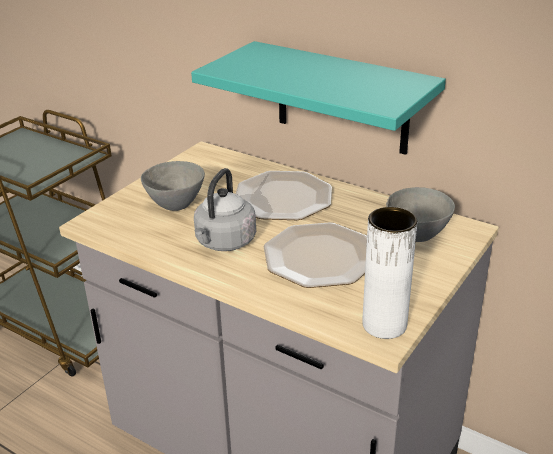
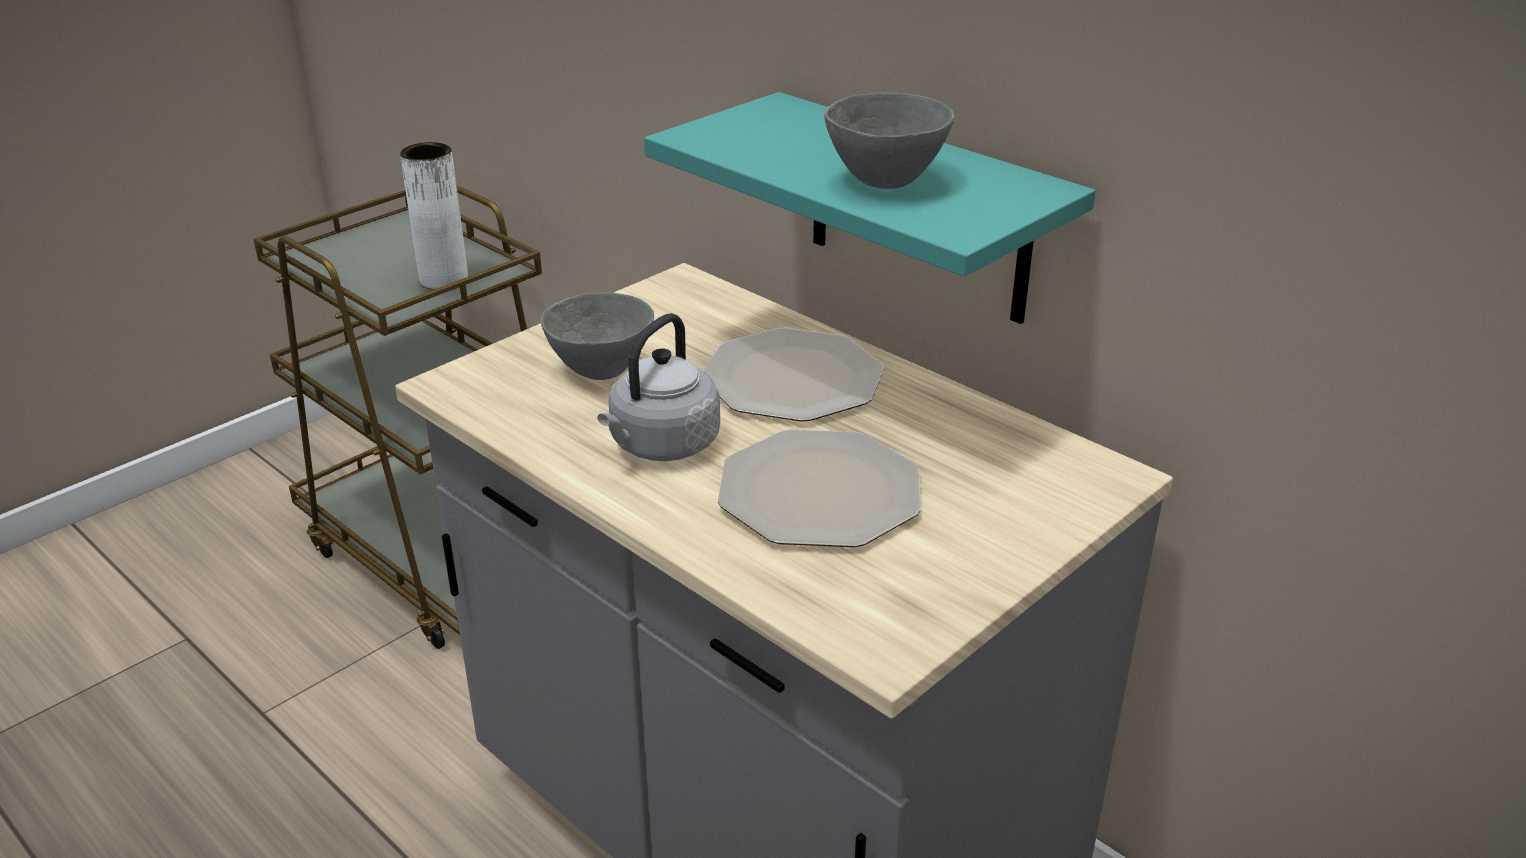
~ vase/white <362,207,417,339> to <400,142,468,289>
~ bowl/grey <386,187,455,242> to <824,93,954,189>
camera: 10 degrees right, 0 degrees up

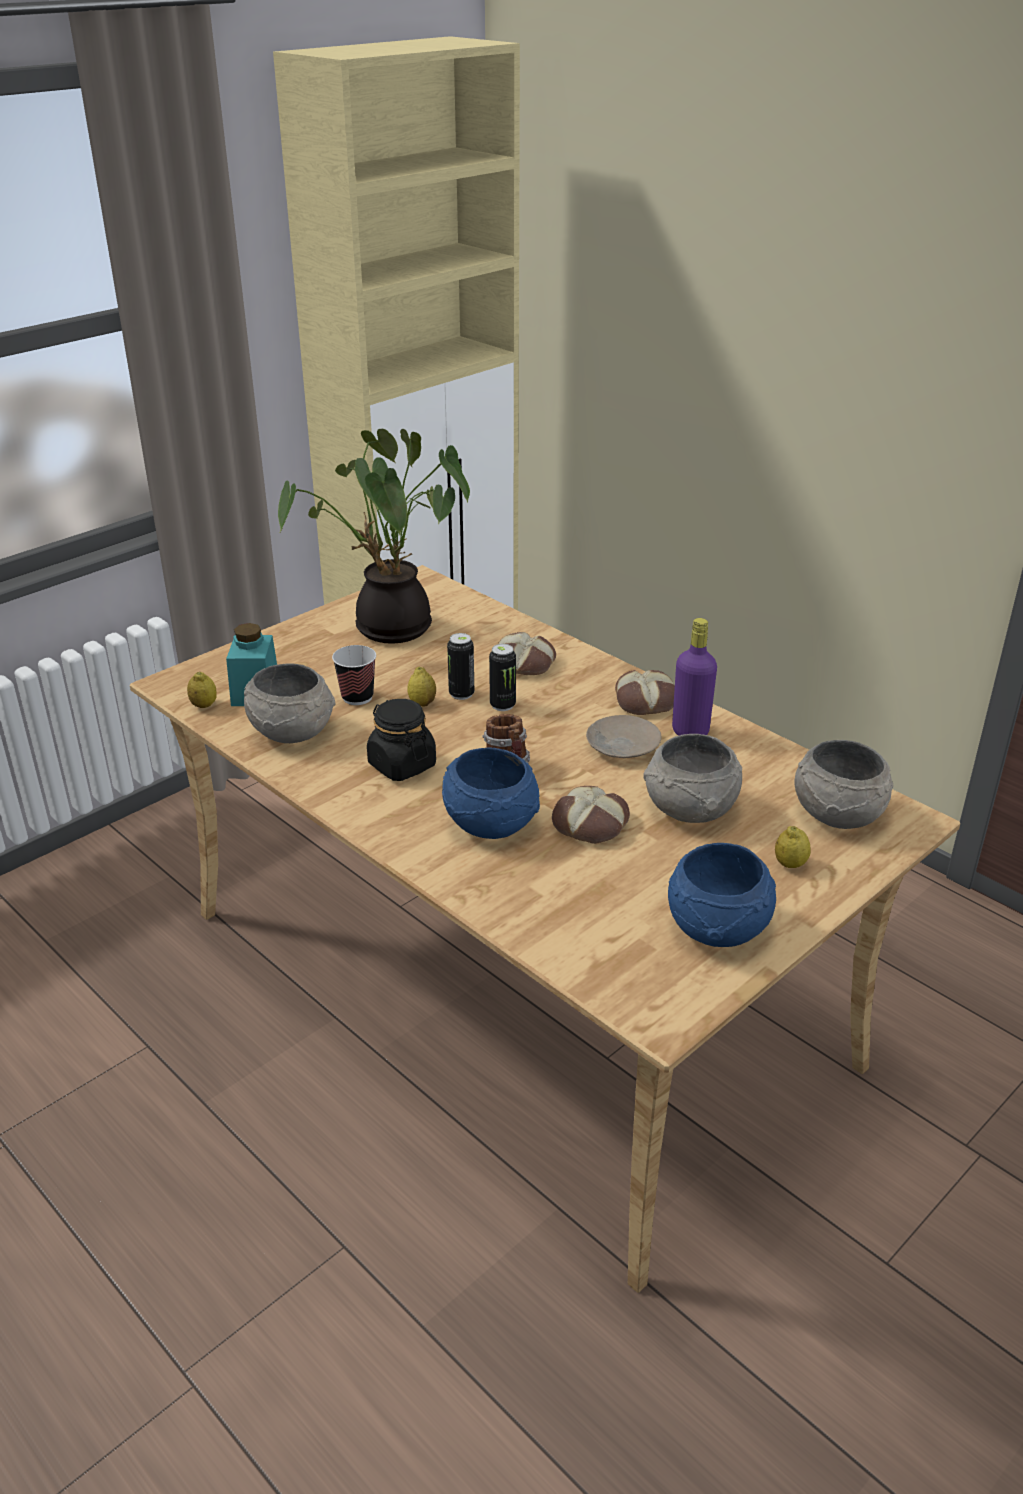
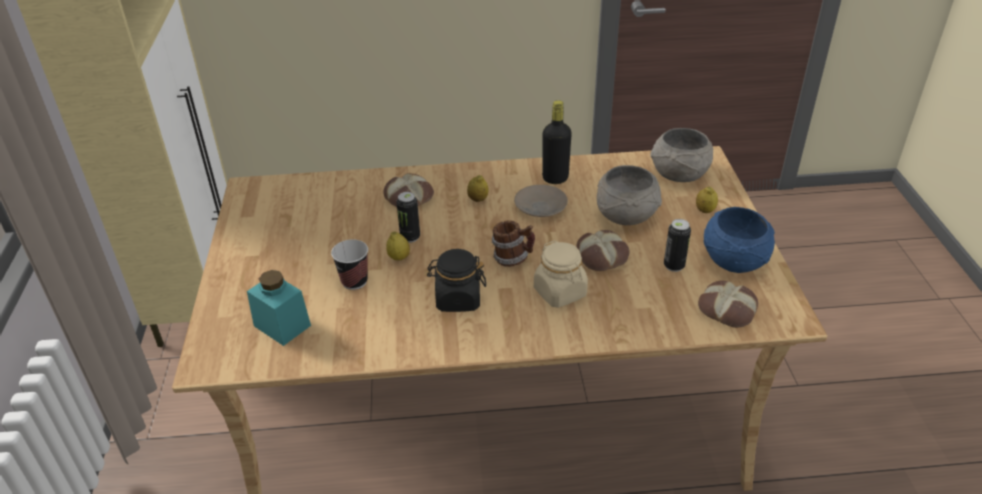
- bowl/grey <244,664,336,743>
- potted plant <278,429,470,644>
~ lemon <187,672,217,708> to <467,175,489,202>
~ can <489,644,516,711> to <664,219,691,272>
~ bread <615,670,675,715> to <698,281,758,328>
~ bowl/blue <442,747,540,839> to jar/beige <534,240,588,308>
~ bottle/purple <672,618,717,736> to bottle/black <542,100,572,184>
camera: 50 degrees left, 5 degrees up

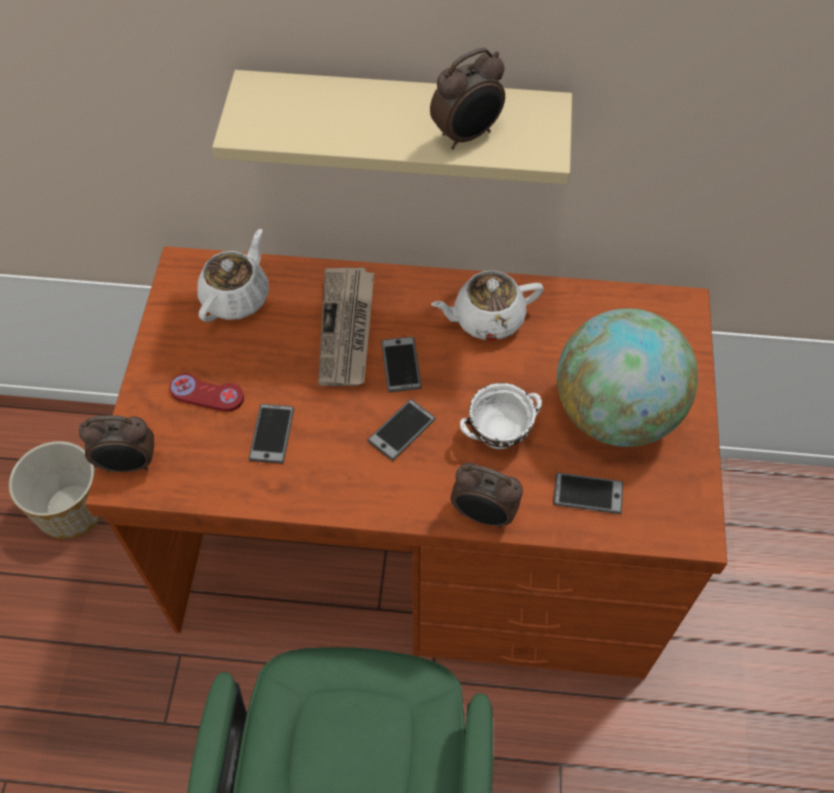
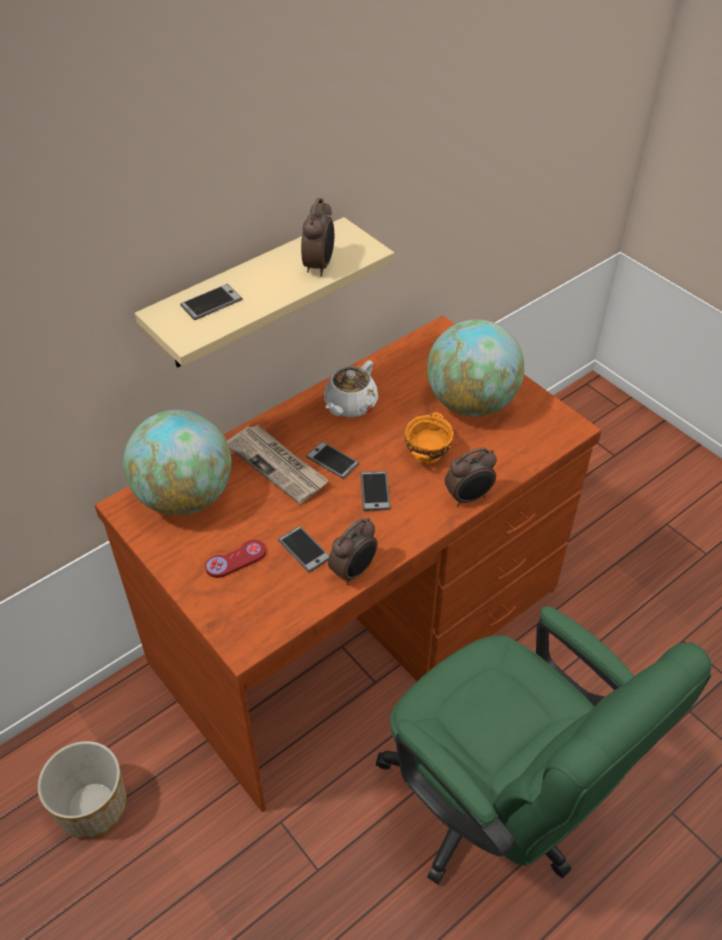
~ alarm clock <79,415,154,472> to <328,518,377,585>
~ phone <553,473,623,514> to <180,284,243,320>
~ teapot/white <197,229,269,322> to globe <123,410,231,516>
~ bowl/white <460,383,542,449> to bowl/orange <405,412,454,464>
camera: 45 degrees left, 10 degrees down

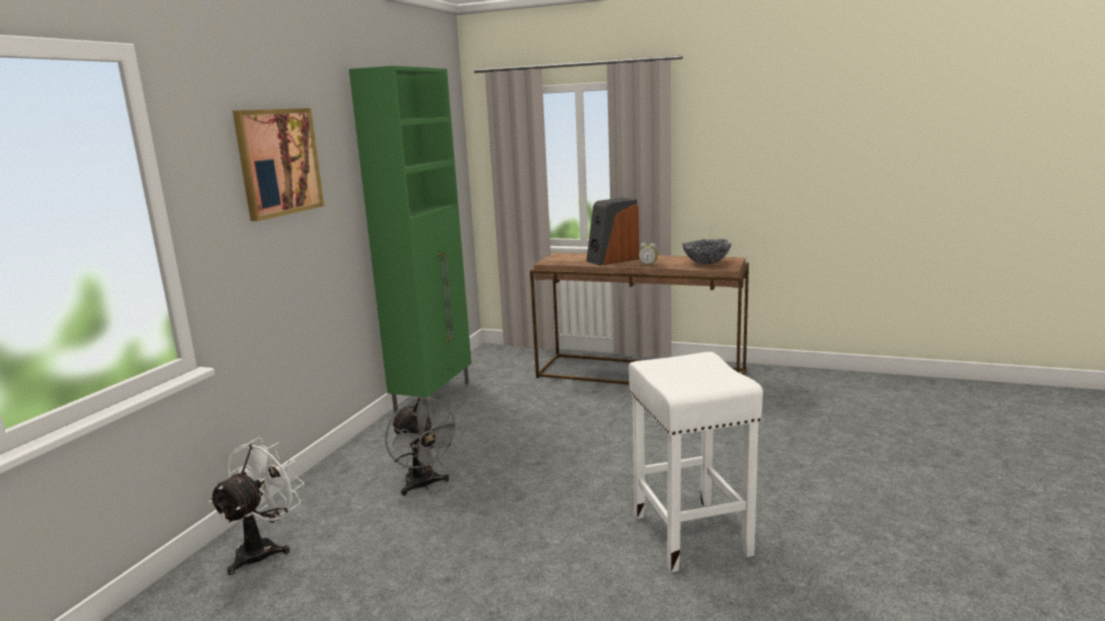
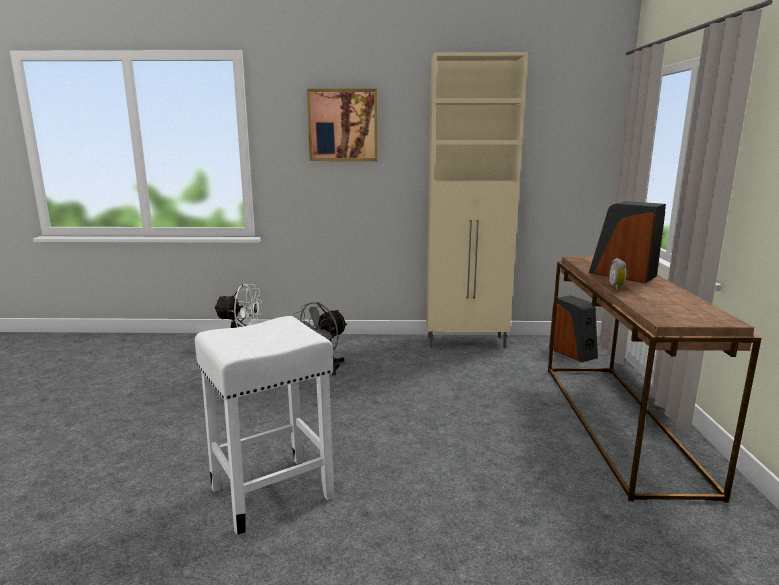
- bowl <683,239,731,264>
+ speaker <549,295,598,362>
~ cabinet/green <349,66,472,416> to cabinet/beige <426,52,528,348>
camera: 70 degrees right, 0 degrees up

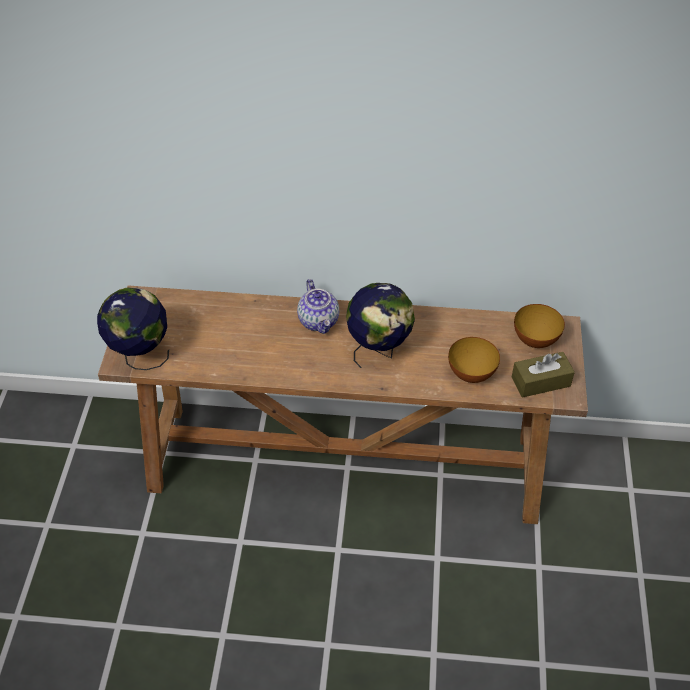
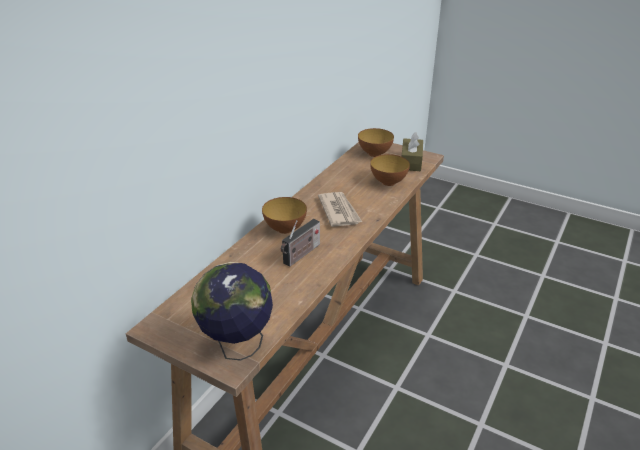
+ radio <281,219,320,267>
~ teapot <297,279,339,334> to bowl <262,197,307,234>
~ globe <346,283,415,368> to newspaper <318,192,362,227>
camera: 65 degrees left, 15 degrees down

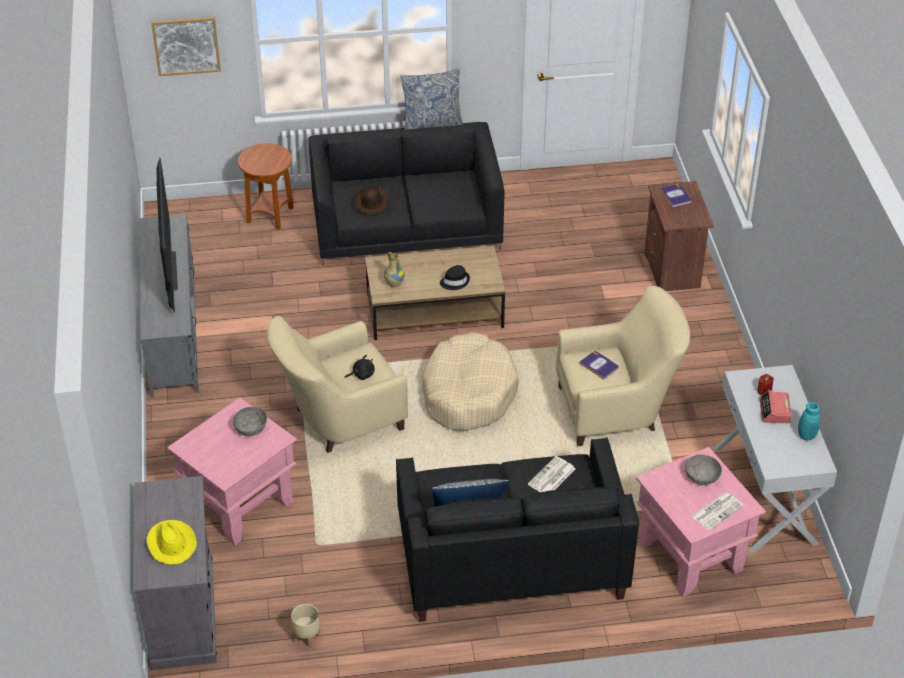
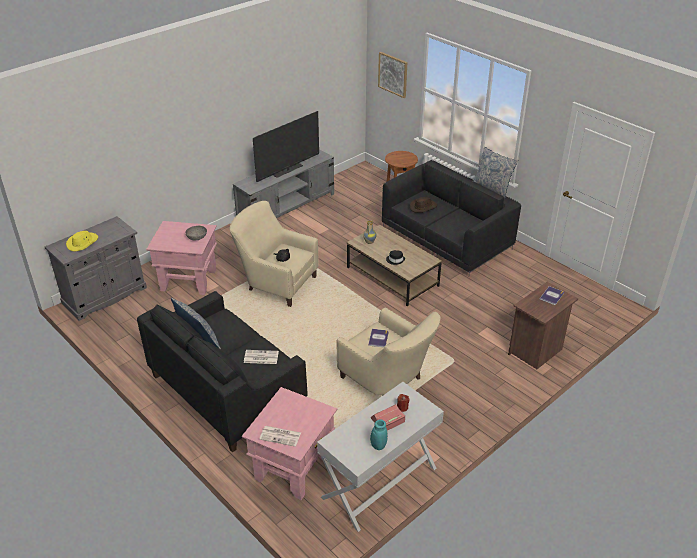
- planter/beige <291,604,321,649>
- dog bed/beige <422,332,519,431>
- bowl/grey <685,454,722,485>
camera: 55 degrees right, 5 degrees down

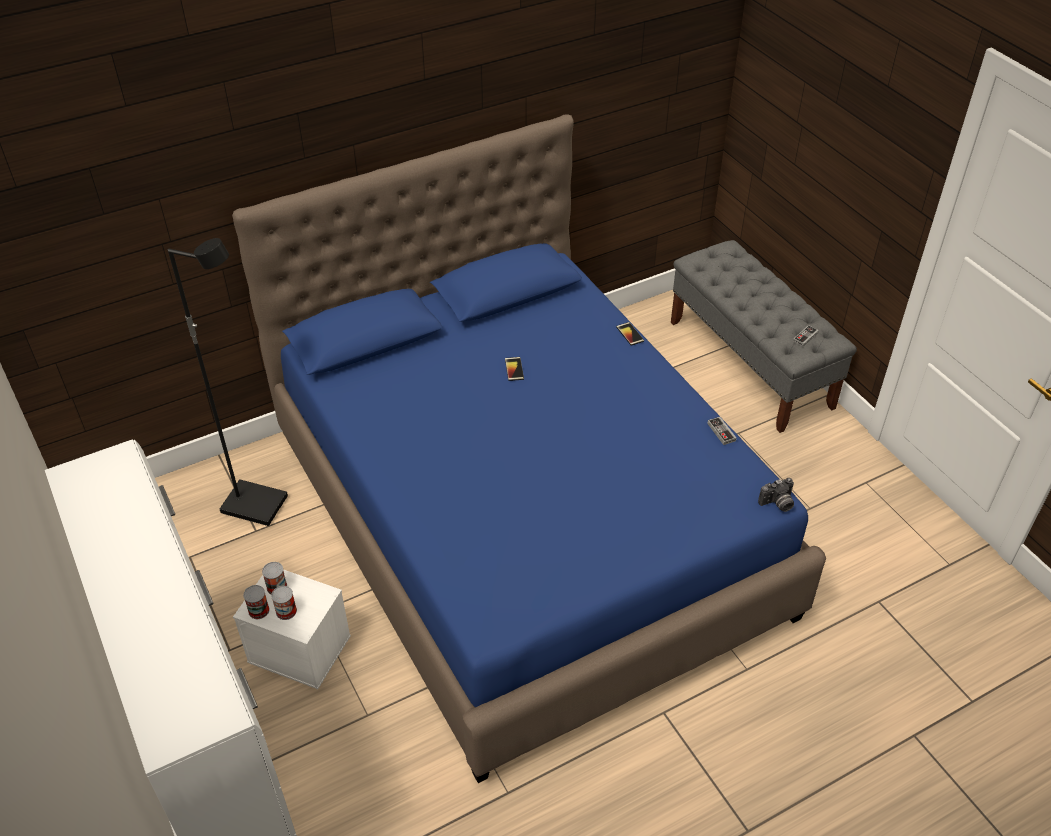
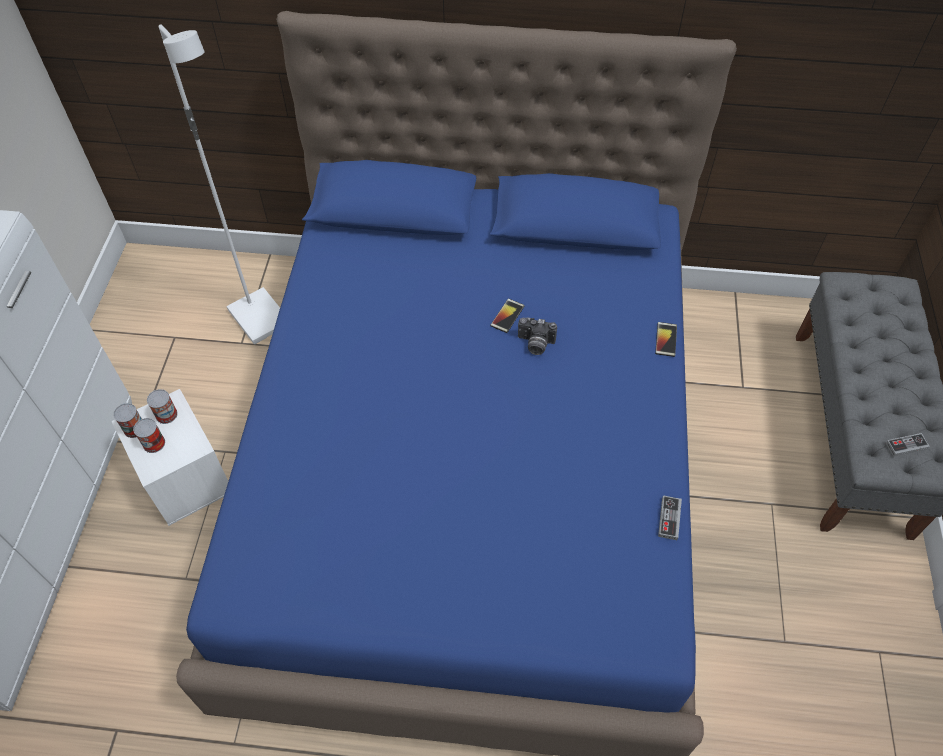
~ photo camera <758,478,794,512> to <518,318,557,355>
~ floor lamp/black <168,238,288,526> to floor lamp/white <159,24,280,344>
camera: 35 degrees right, 10 degrees up

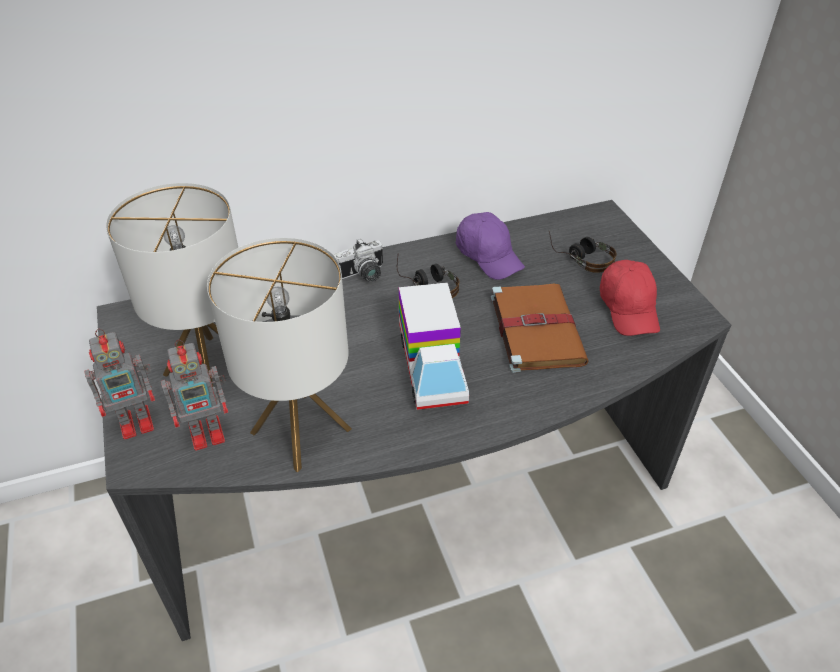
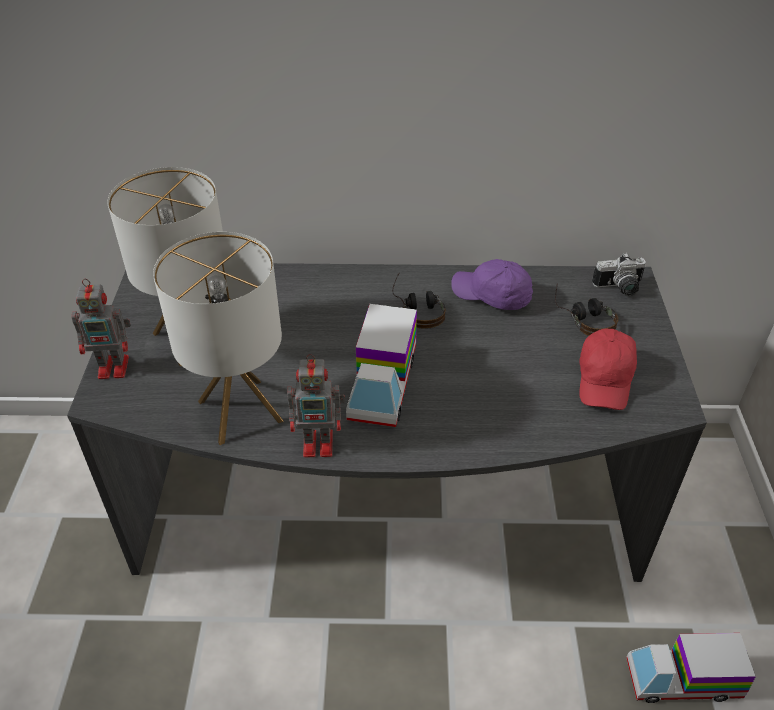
- book/brown <491,284,589,373>
+ toy truck <626,633,756,703>
~ toy robot <161,340,228,451> to <287,354,345,458>
~ photo camera <334,238,383,282> to <592,253,646,296>
~ cap/purple <456,212,525,280> = <451,259,533,310> 135 degrees clockwise
camera: 20 degrees right, 0 degrees up

